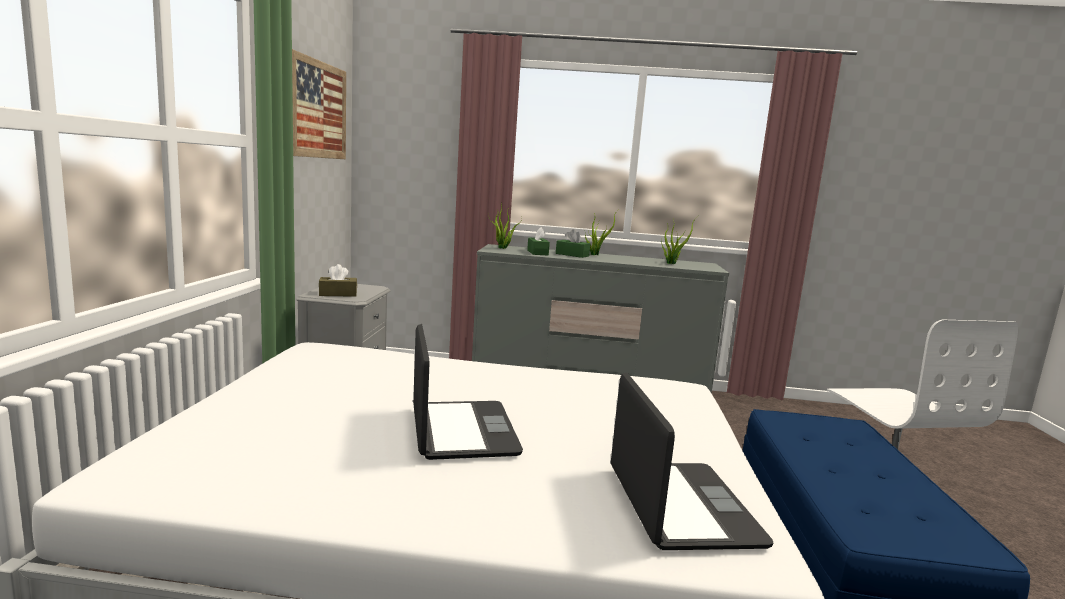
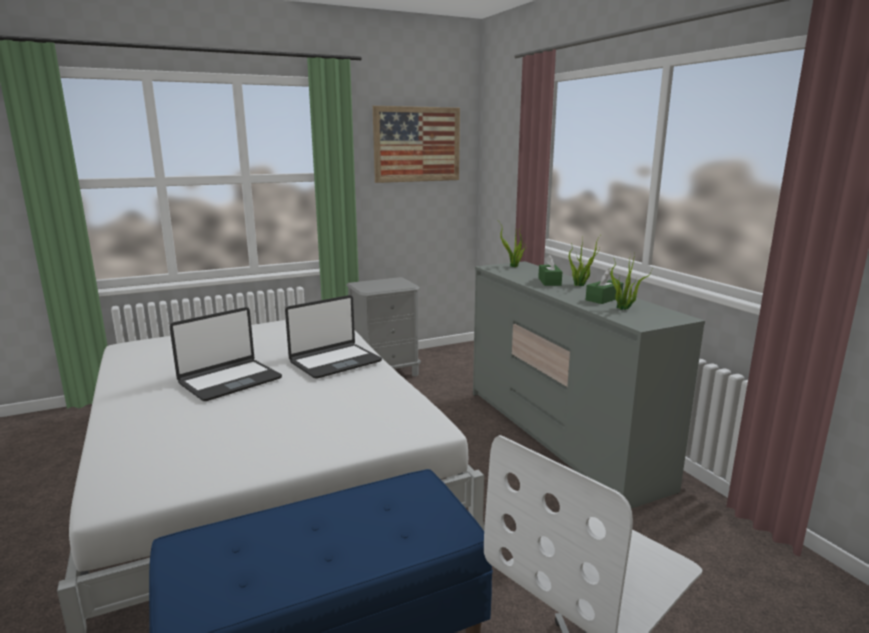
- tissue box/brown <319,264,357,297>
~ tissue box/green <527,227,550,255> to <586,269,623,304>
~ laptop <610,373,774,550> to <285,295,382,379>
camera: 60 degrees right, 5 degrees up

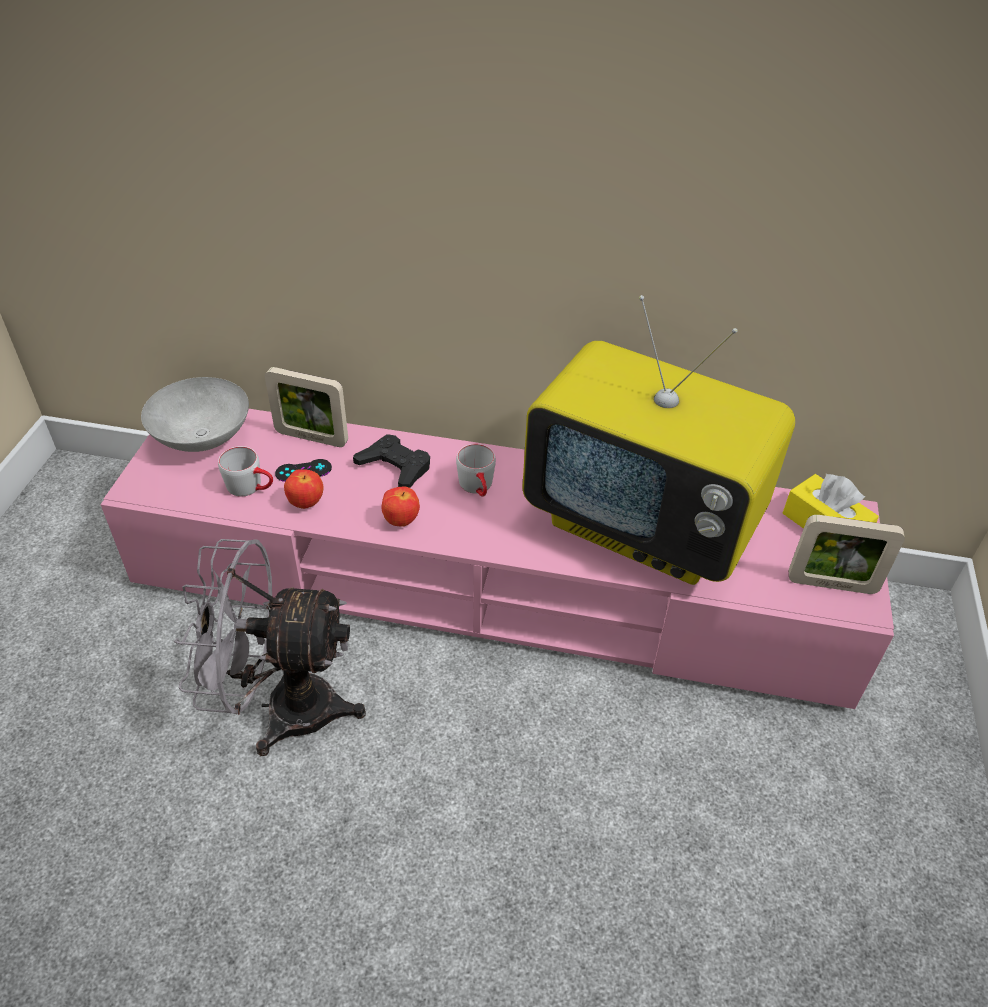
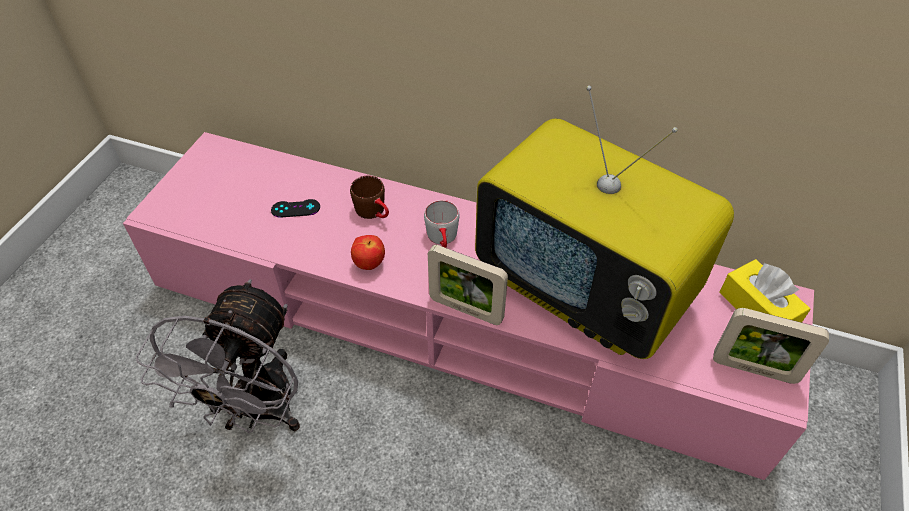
- bowl/grey <141,377,249,452>
- mug/grey <218,446,273,497>
- apple <284,469,324,509>
~ picture frame <265,367,348,447> to <428,245,508,325>
~ game controller/black <353,434,430,488> to mug/brown <350,176,389,219>
~ fan/grey <174,539,366,756> = <136,279,300,433> 90 degrees counterclockwise
camera: 10 degrees right, 5 degrees up

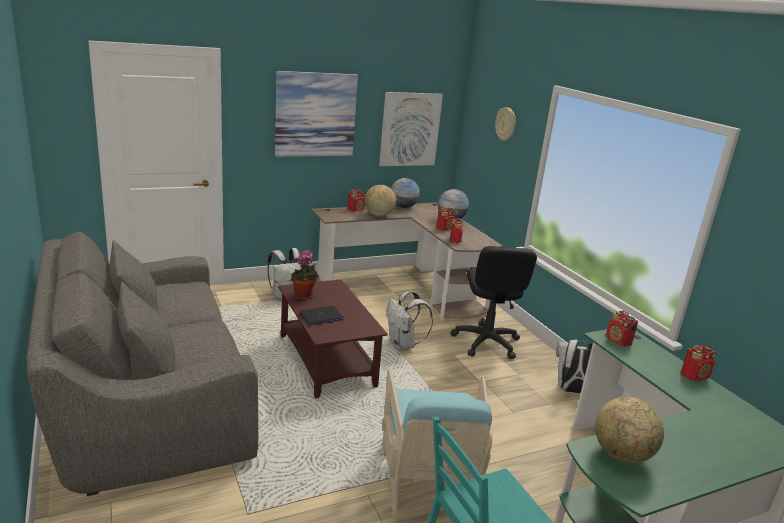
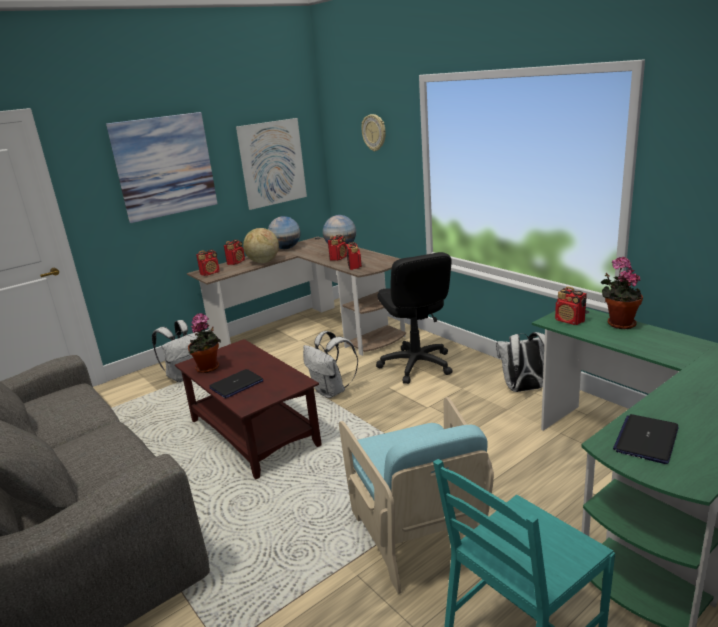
+ potted plant <600,257,643,329>
~ radio <680,345,717,381> to <196,250,220,276>
~ globe <595,397,664,463> to laptop <613,414,679,464>
camera: 10 degrees left, 0 degrees up

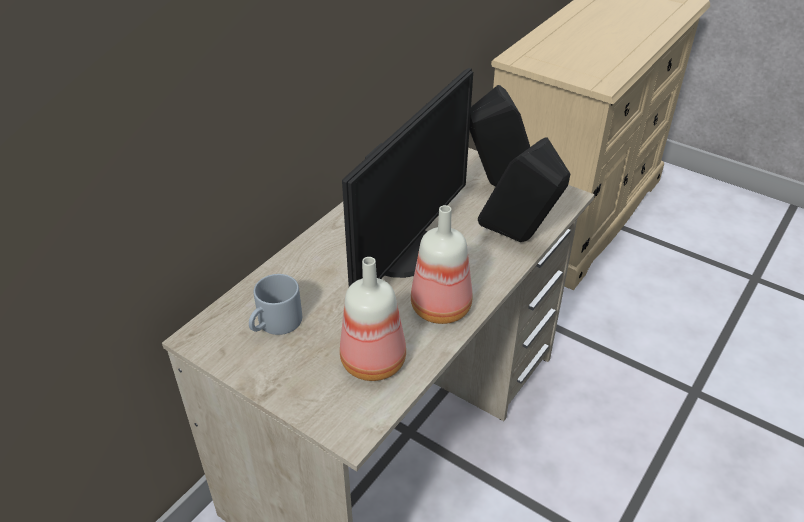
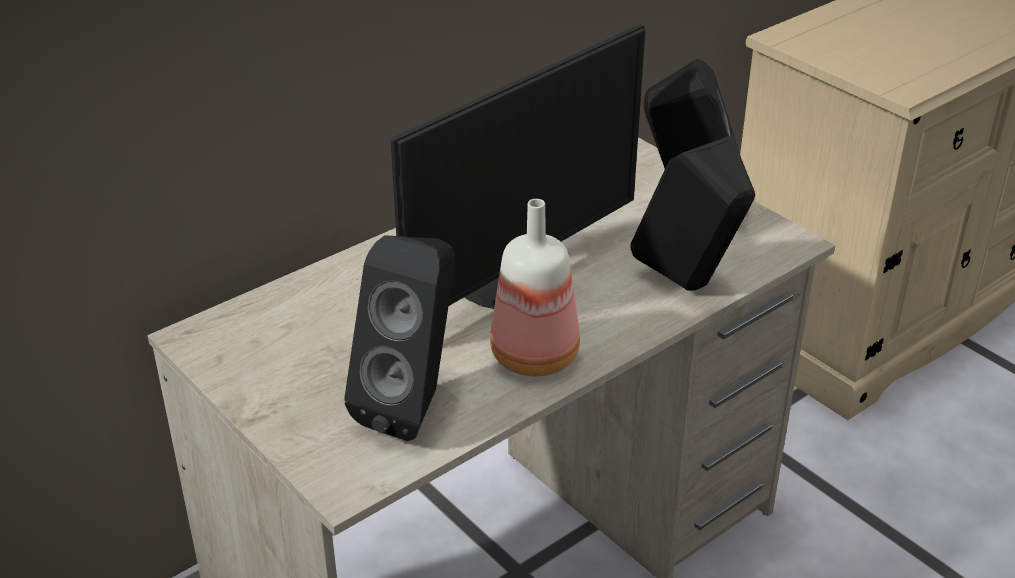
- mug/grey <249,274,302,335>
~ bottle <340,257,406,381> to speaker/black <345,235,455,441>
camera: 15 degrees right, 5 degrees down

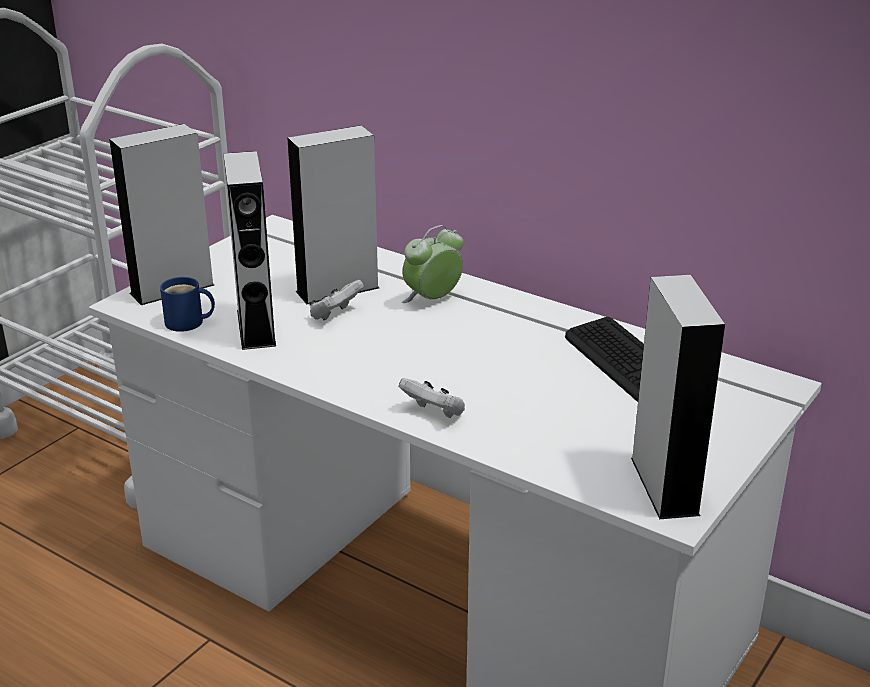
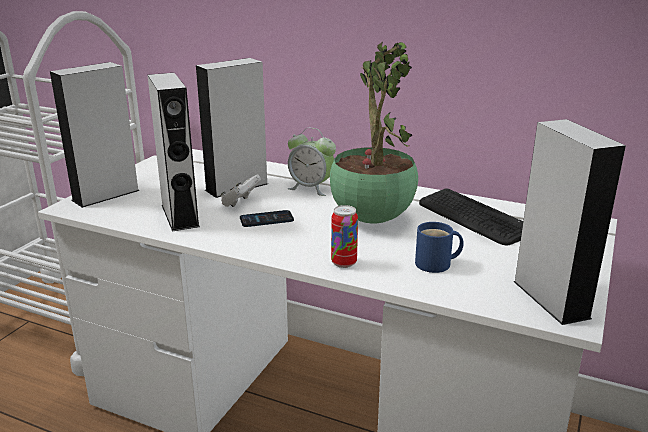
+ phone <240,210,294,227>
+ potted plant <330,42,418,223>
~ mug/blue <160,277,215,332> to <415,222,464,273>
~ game controller/white <399,378,465,418> to can <331,205,358,268>
~ alarm clock <402,225,463,303> = <288,128,336,196> 105 degrees counterclockwise
camera: 10 degrees left, 5 degrees down

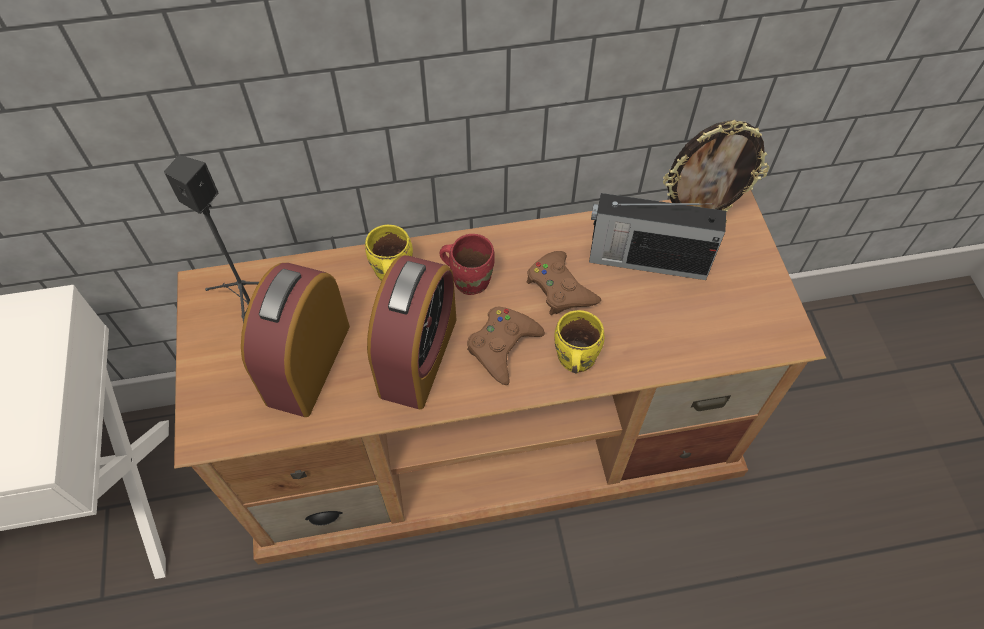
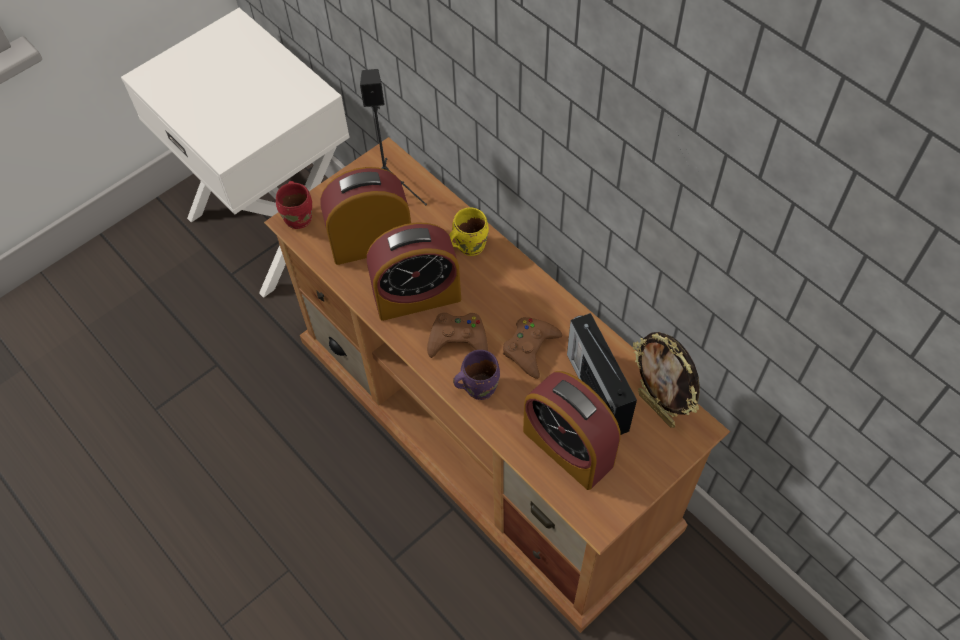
+ alarm clock <523,371,621,490>
~ mug/red <439,234,495,295> to <276,181,312,229>
~ mug/yellow <554,310,604,373> to mug/purple <453,350,500,400>
camera: 60 degrees right, 0 degrees up

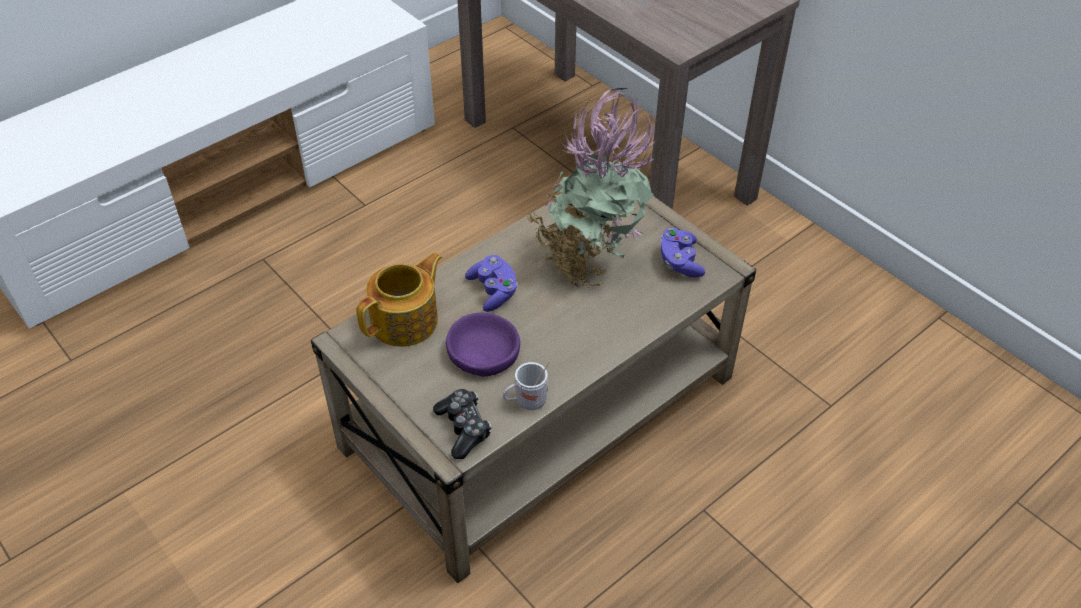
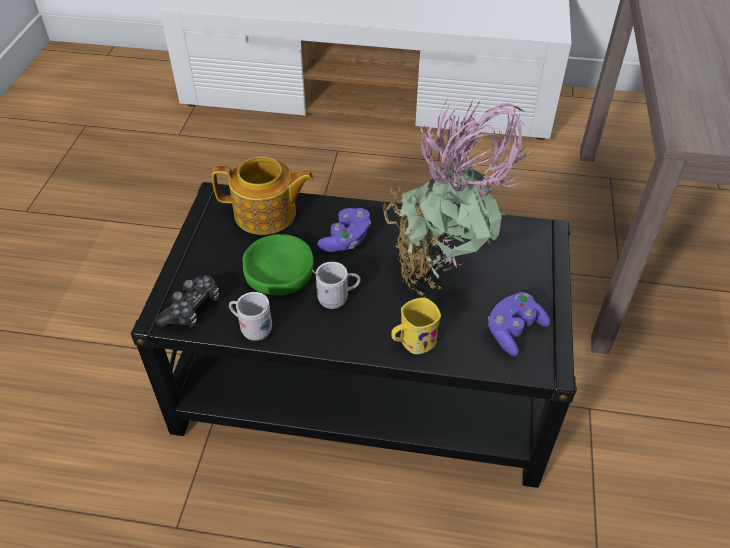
+ mug/white <312,262,361,309>
+ mug/yellow <392,297,441,354>
~ coffee table/beige <311,187,756,583> to coffee table/black <131,182,577,488>
~ bowl/purple <446,312,520,376> to bowl/green <242,234,314,296>
camera: 50 degrees right, 0 degrees up

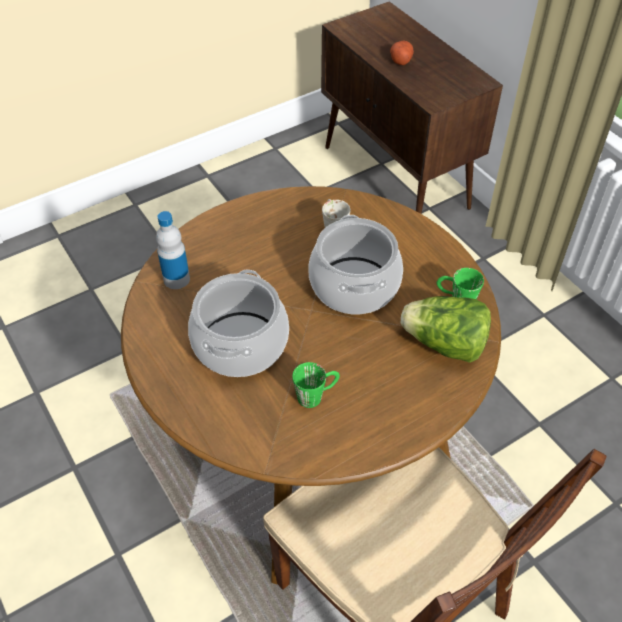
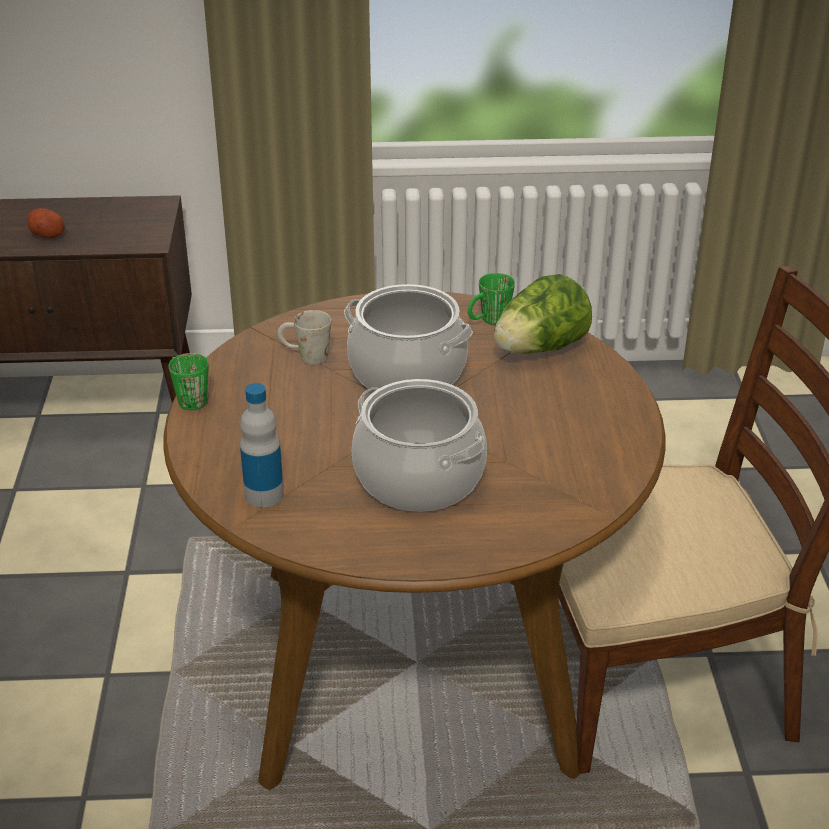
~ mug/green <292,362,340,408> to <168,353,209,410>
camera: 60 degrees left, 15 degrees down

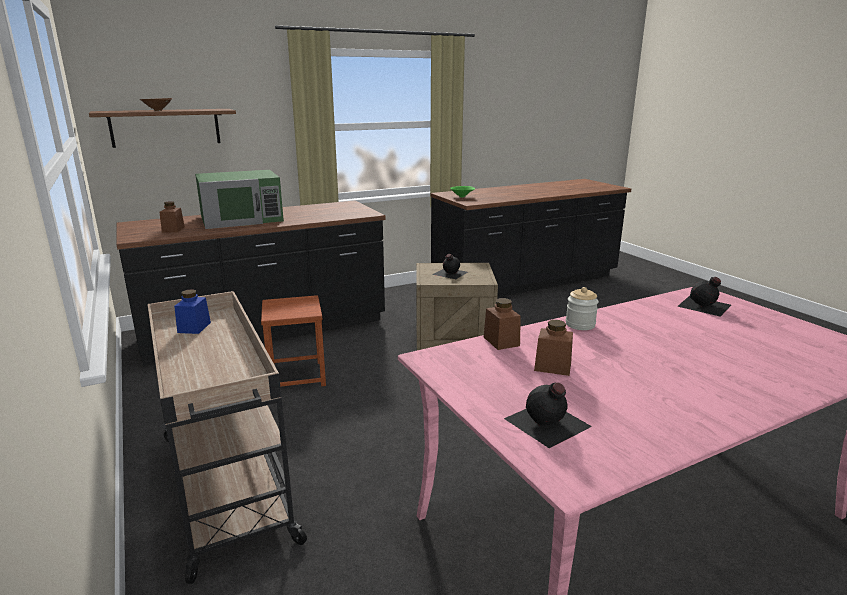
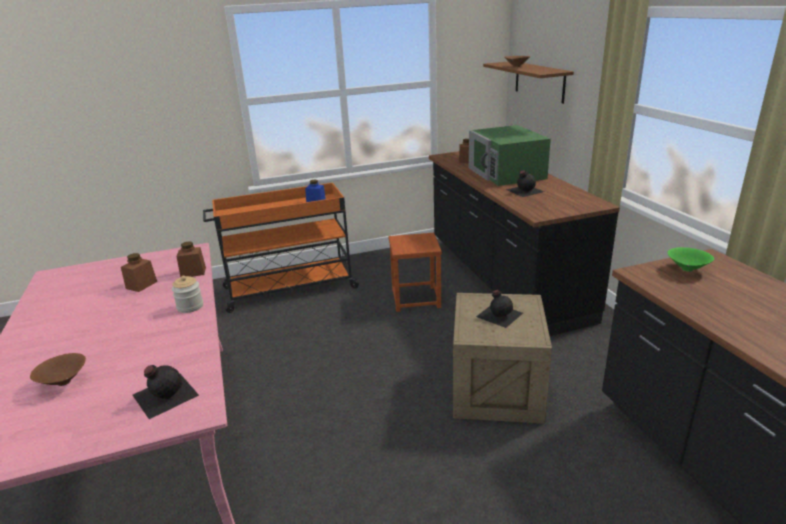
+ bowl/brown <30,353,86,386>
~ bottle/black <504,383,592,448> to <506,170,544,197>
~ cart/beige <147,291,307,584> to cart/orange <203,183,360,313>
camera: 100 degrees right, 5 degrees up

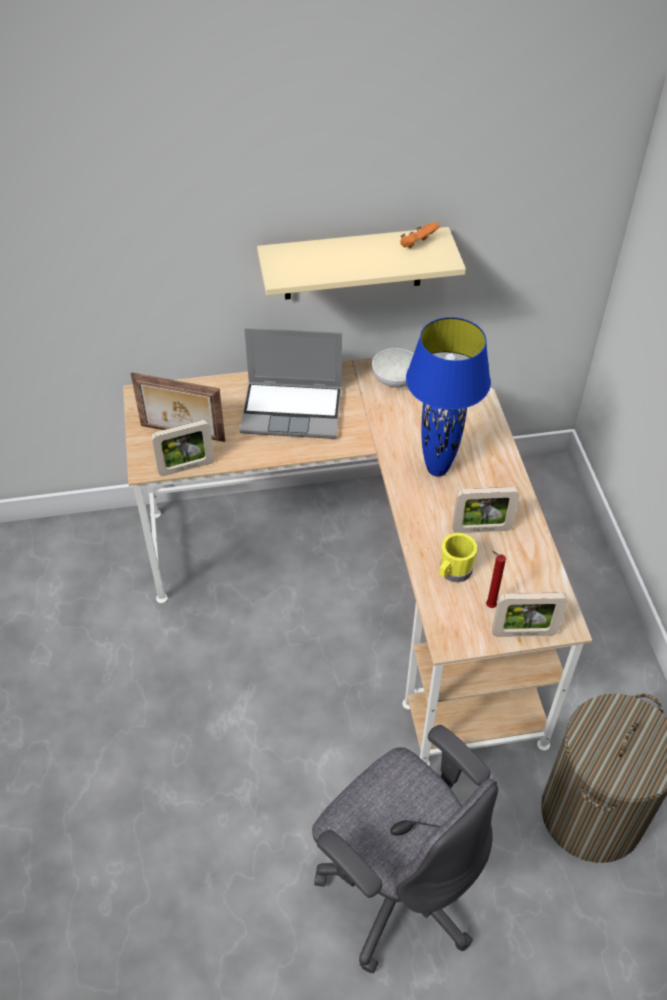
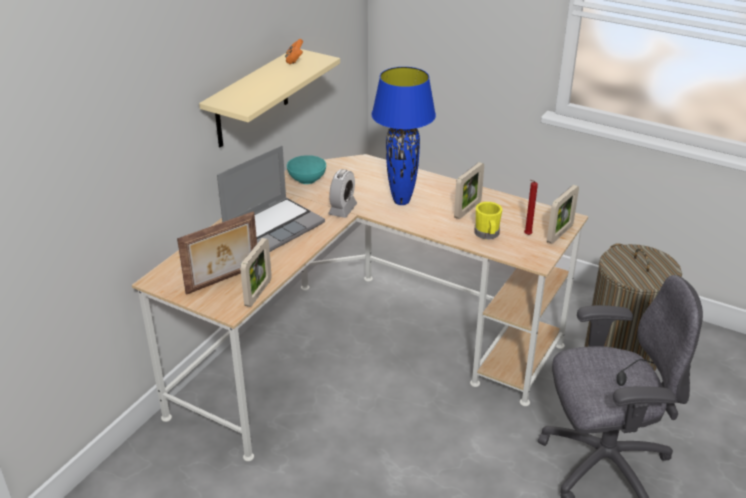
+ alarm clock <328,169,357,218>
~ bowl/white <372,348,414,388> to bowl/turquoise <287,155,326,184>
camera: 50 degrees left, 15 degrees down

